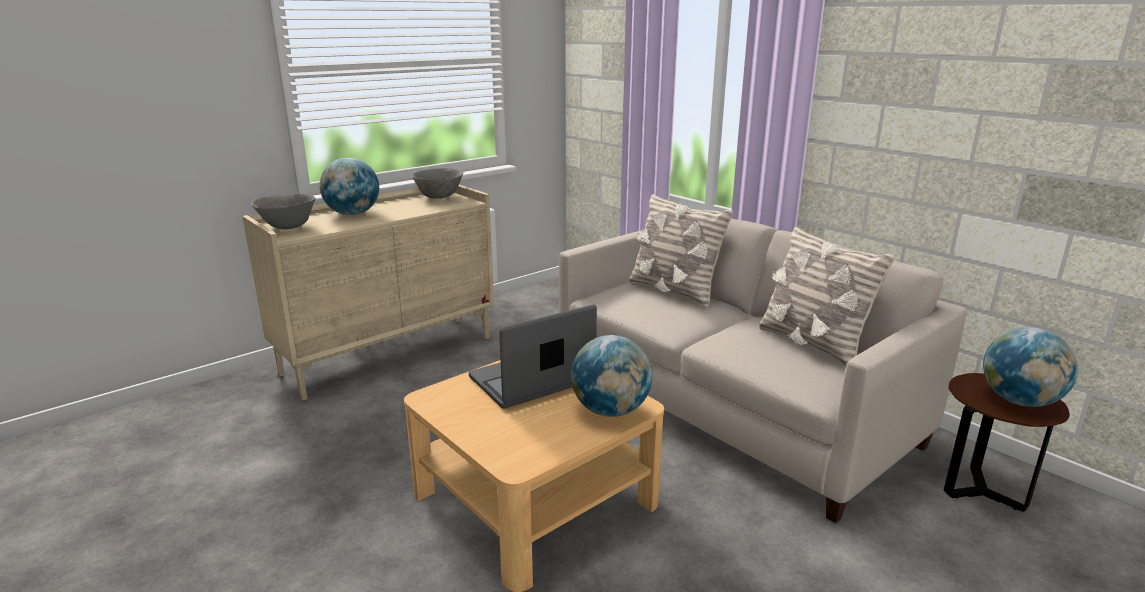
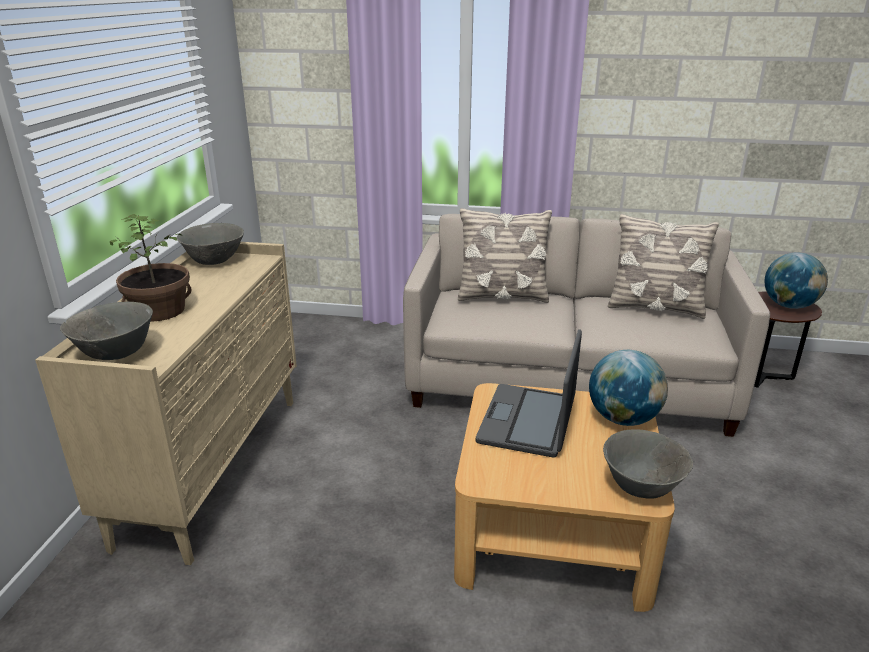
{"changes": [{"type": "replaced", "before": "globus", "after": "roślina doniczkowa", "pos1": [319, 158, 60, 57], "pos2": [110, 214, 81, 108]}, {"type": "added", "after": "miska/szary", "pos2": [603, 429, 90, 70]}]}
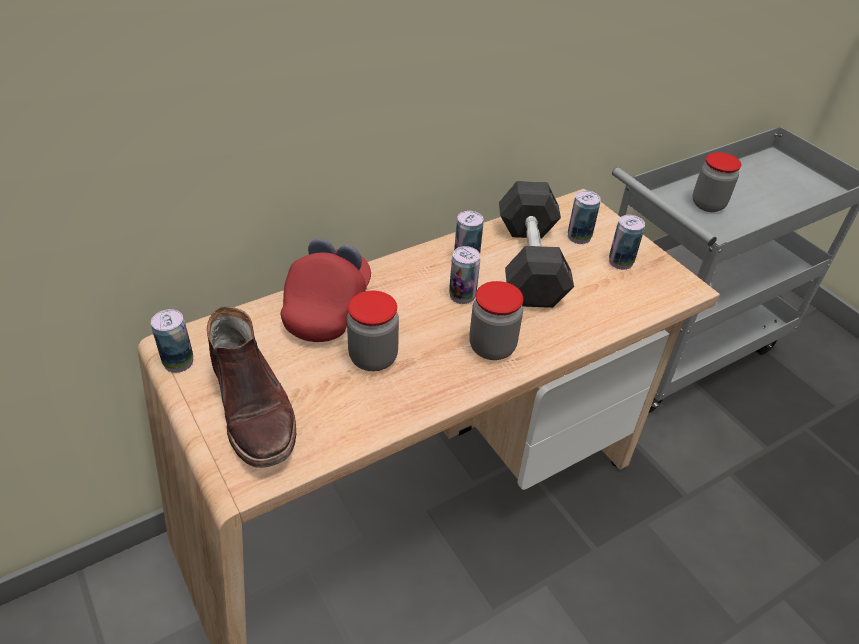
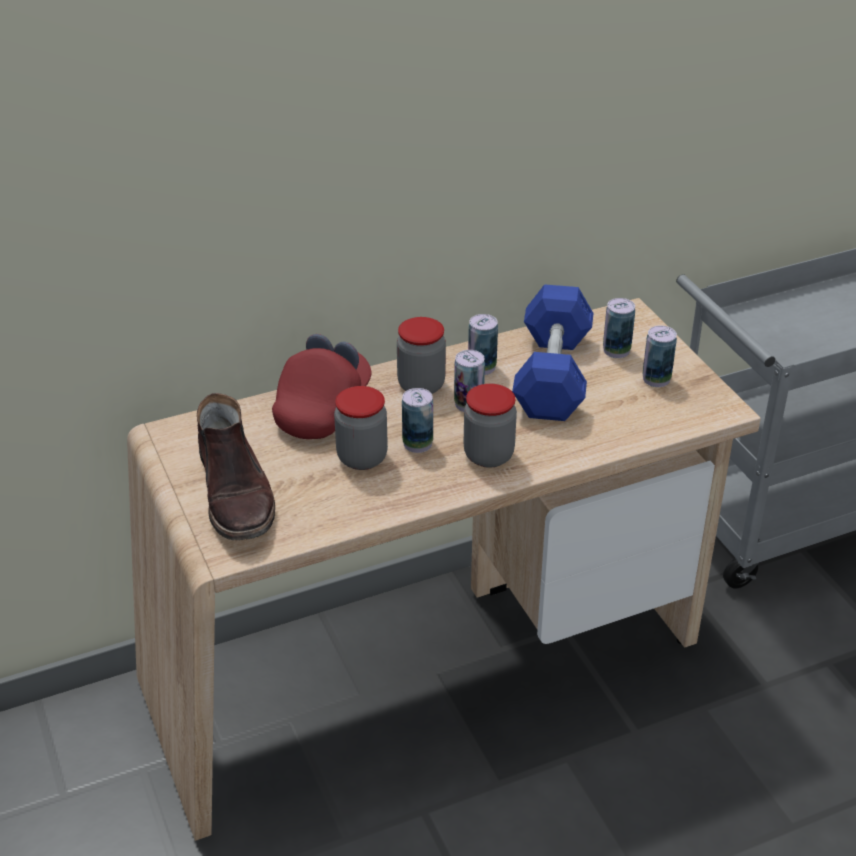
{"changes": [{"type": "moved", "before": "puszka", "pos1": [151, 309, 42, 64], "pos2": [402, 388, 31, 65]}, {"type": "recoloured", "before": "hantel/szary", "after": "hantel/niebieski", "pos1": [499, 181, 75, 127], "pos2": [512, 284, 81, 137]}, {"type": "moved", "before": "słoik", "pos1": [693, 152, 48, 60], "pos2": [397, 317, 49, 77]}]}
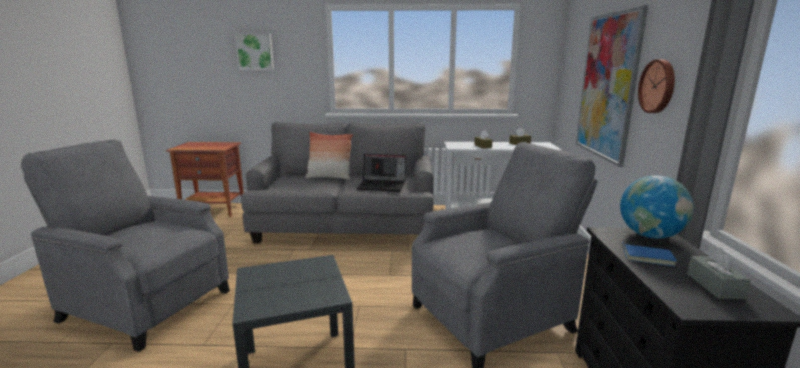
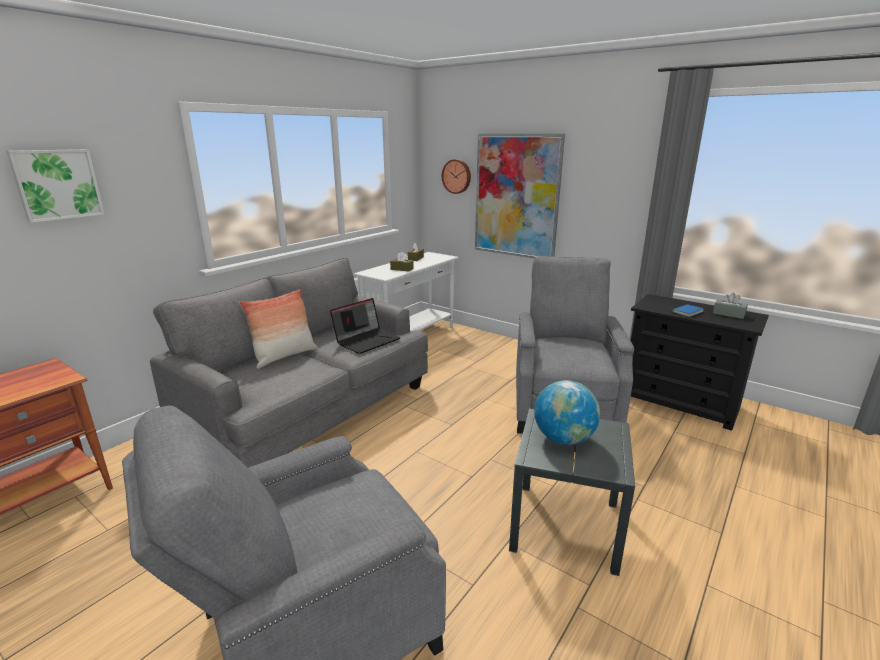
{"changes": [{"type": "moved", "before": "globus", "pos1": [620, 175, 74, 64], "pos2": [534, 380, 66, 65]}, {"type": "moved", "before": "zegar ścienny", "pos1": [638, 59, 37, 54], "pos2": [442, 159, 29, 35]}]}
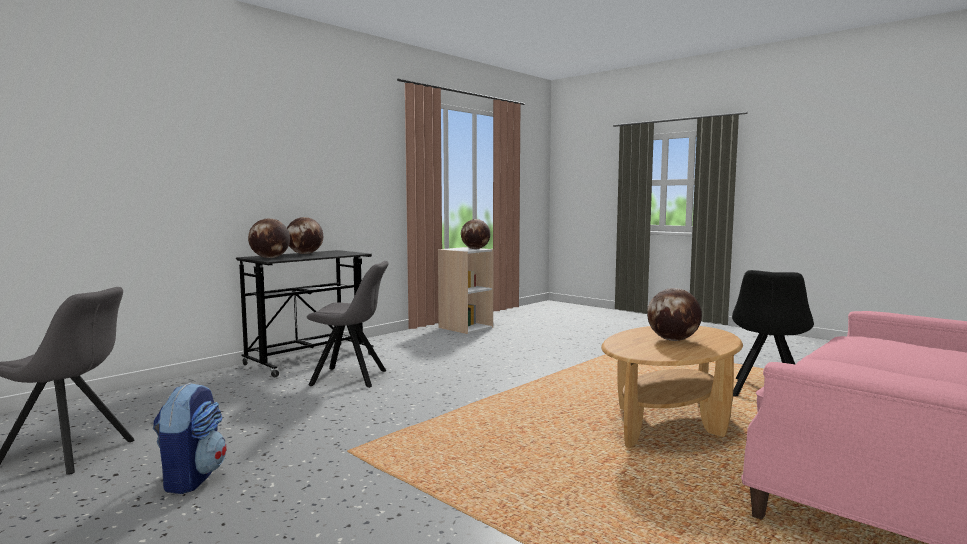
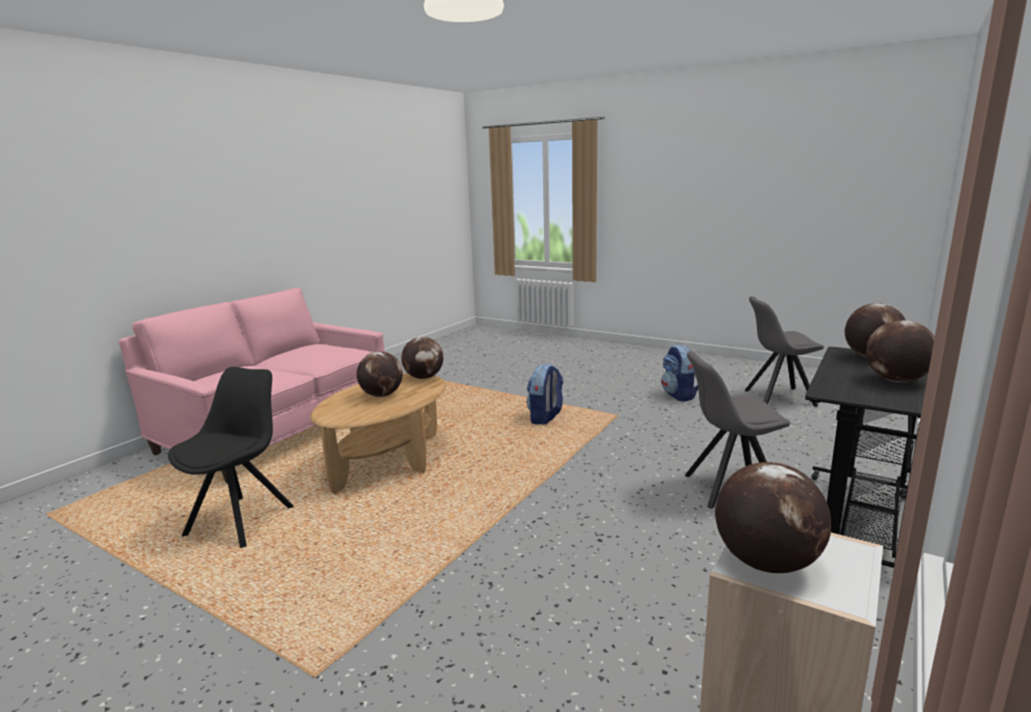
{"changes": [{"type": "added", "after": "globus", "pos2": [401, 337, 42, 42]}, {"type": "added", "after": "plecak", "pos2": [527, 363, 36, 62]}]}
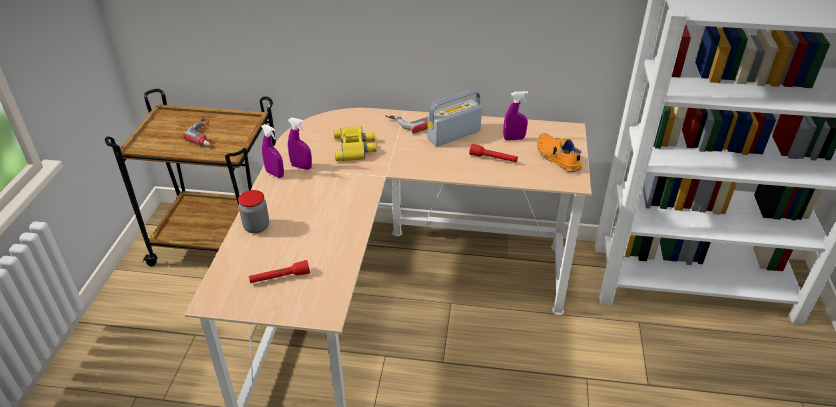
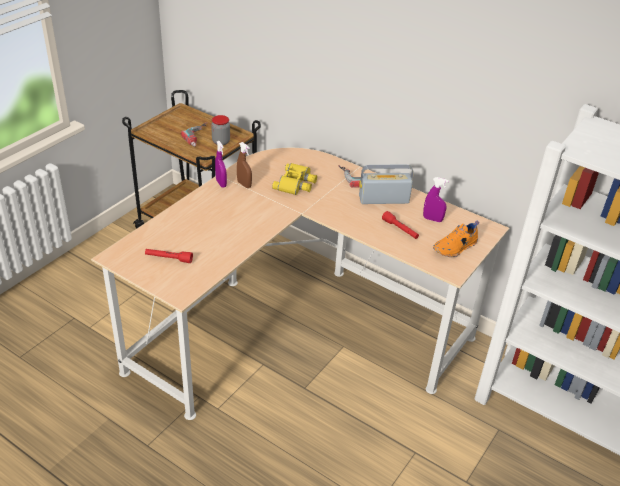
{"changes": [{"type": "moved", "before": "słoik", "pos1": [238, 190, 31, 44], "pos2": [211, 115, 19, 30]}, {"type": "recoloured", "before": "spryskiwacz/fioletowy", "after": "spryskiwacz/brązowy", "pos1": [288, 118, 24, 52], "pos2": [237, 142, 15, 46]}, {"type": "turned", "before": "but/pomarańczowy", "pos1": [537, 133, 45, 39], "pos2": [433, 221, 46, 36], "turn": -120}]}
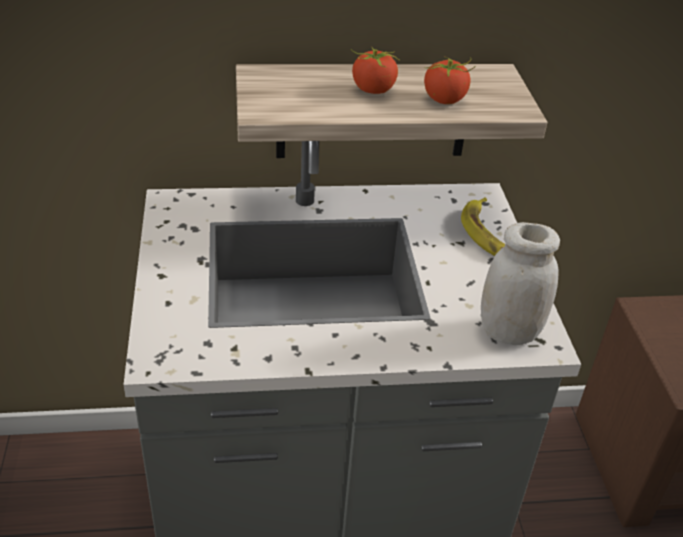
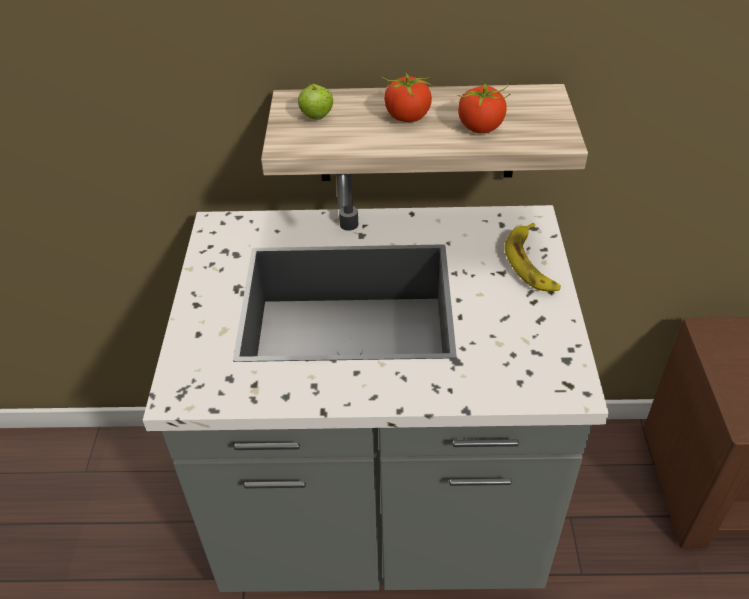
{"changes": [{"type": "removed", "before": "słoik/biały", "pos1": [481, 222, 79, 123]}, {"type": "added", "after": "jabłko", "pos2": [298, 84, 35, 36]}]}
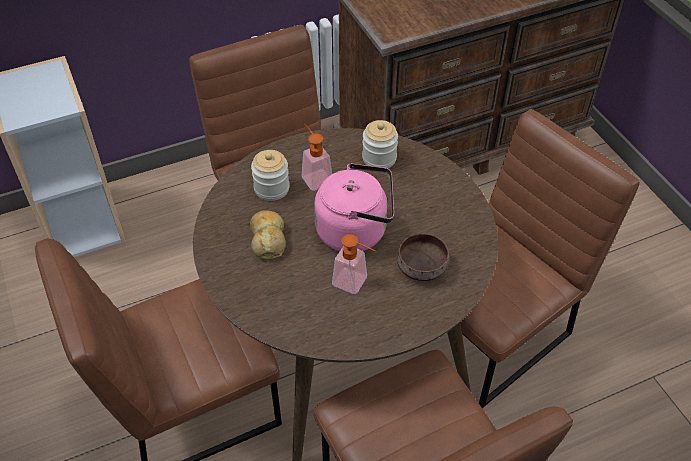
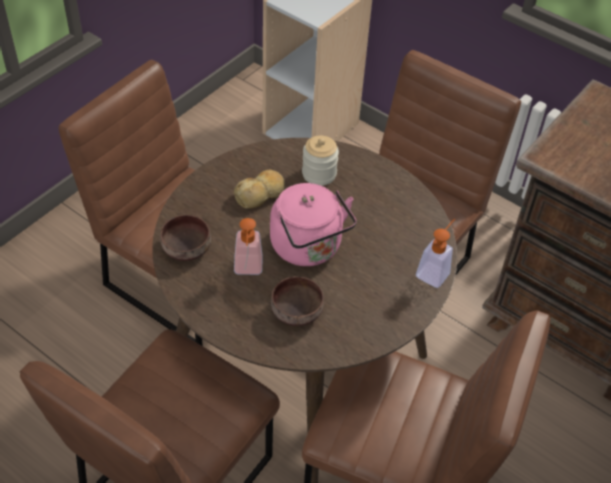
{"changes": [{"type": "moved", "before": "dozownik mydła", "pos1": [302, 124, 30, 67], "pos2": [416, 219, 39, 69]}, {"type": "removed", "before": "słoik", "pos1": [362, 120, 36, 48]}, {"type": "added", "after": "miska/brązowy", "pos2": [160, 215, 51, 46]}]}
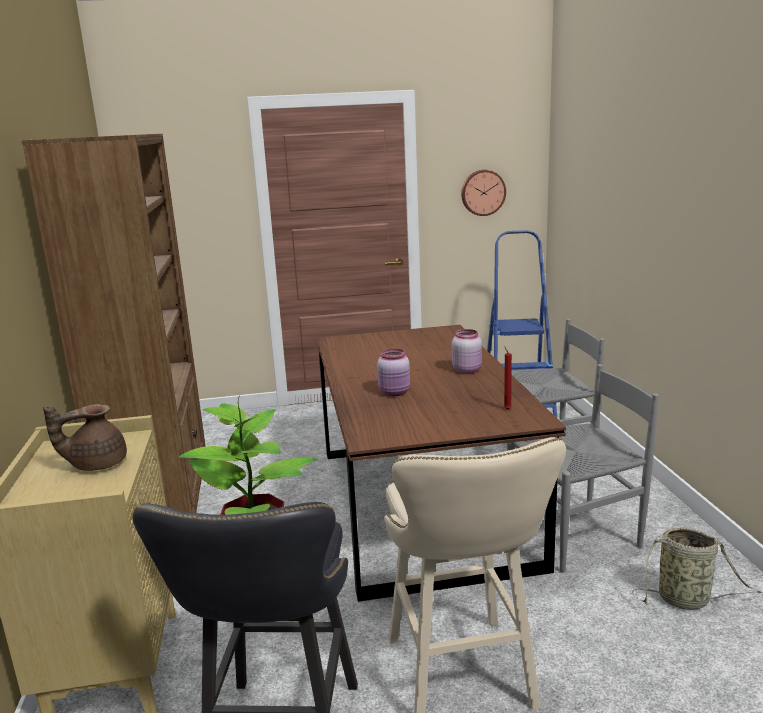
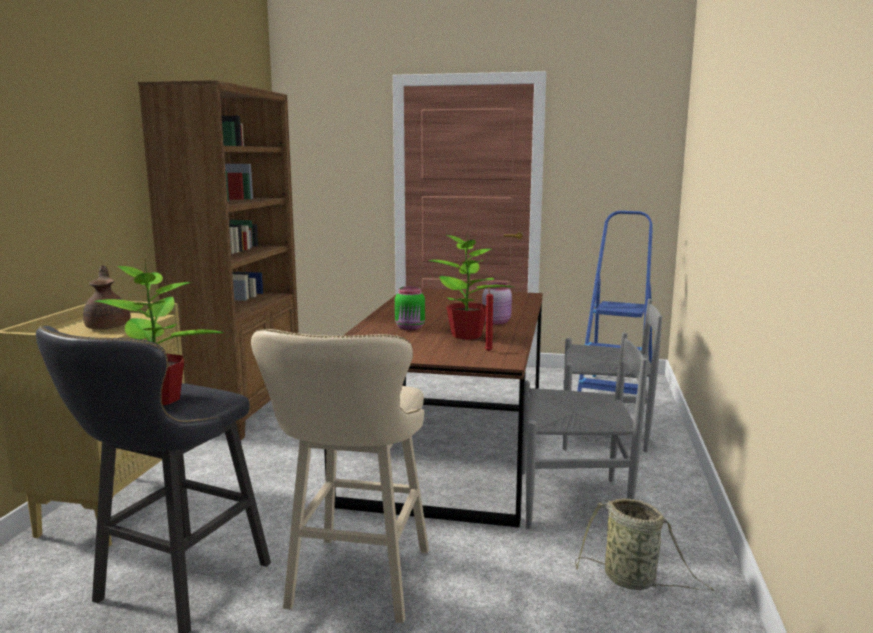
{"changes": [{"type": "turned", "before": "imbryk/brązowy", "pos1": [43, 404, 84, 67], "pos2": [83, 265, 48, 65], "turn": 75}, {"type": "recoloured", "before": "słoik/różowy", "after": "słoik/zielony", "pos1": [377, 349, 33, 47], "pos2": [395, 286, 30, 44]}, {"type": "removed", "before": "zegar ścienny", "pos1": [461, 170, 45, 46]}, {"type": "added", "after": "roślina doniczkowa", "pos2": [428, 231, 85, 109]}]}
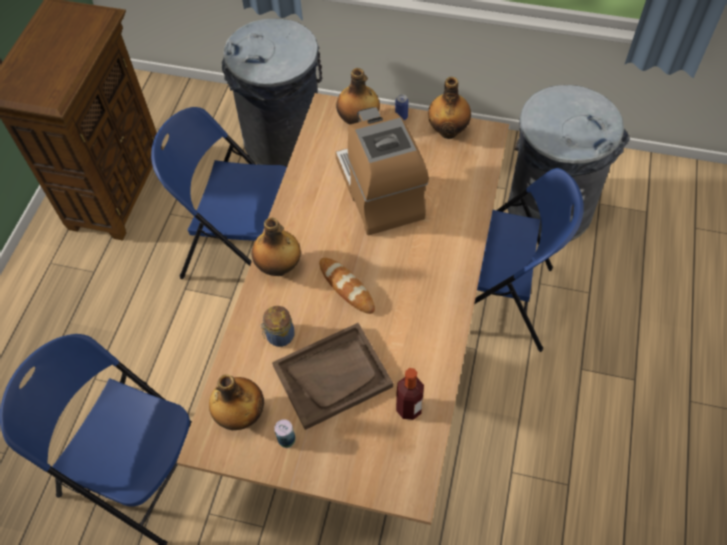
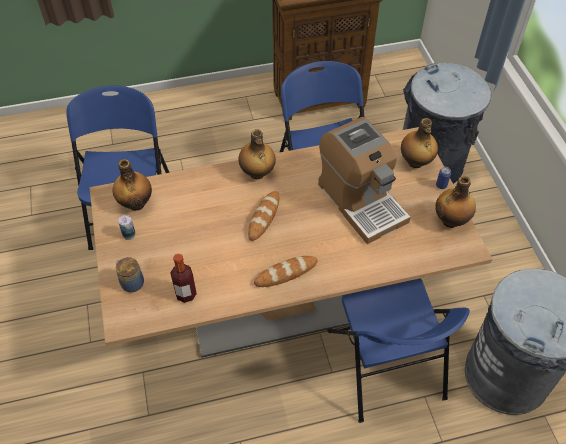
{"changes": [{"type": "moved", "before": "słoik", "pos1": [260, 306, 35, 41], "pos2": [116, 257, 28, 36]}, {"type": "removed", "before": "taca/brązowy", "pos1": [272, 323, 121, 107]}, {"type": "turned", "before": "ekspres do kawy", "pos1": [335, 107, 94, 128], "pos2": [318, 117, 93, 127], "turn": 105}, {"type": "added", "after": "chleb", "pos2": [254, 256, 64, 31]}]}
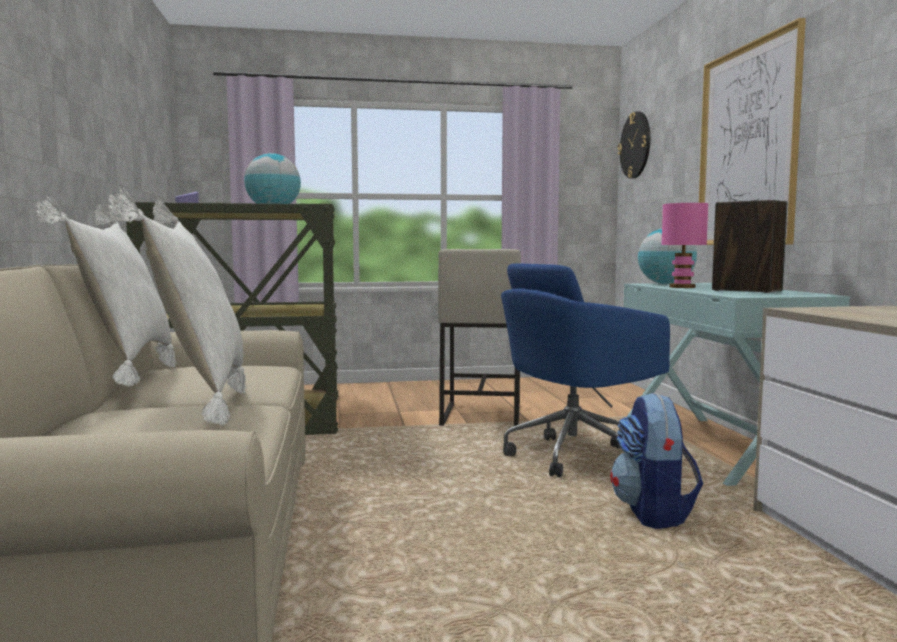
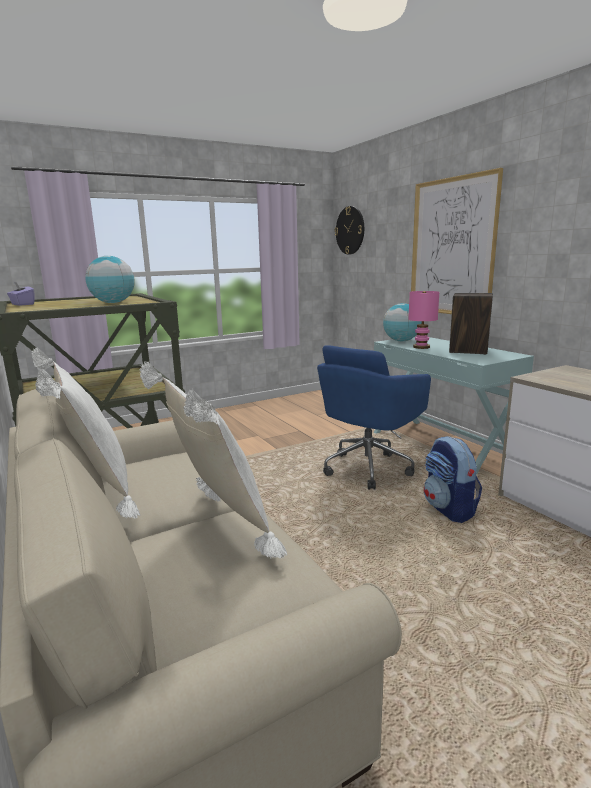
{"changes": [{"type": "removed", "before": "stołek/beżowy", "pos1": [438, 249, 83, 177]}]}
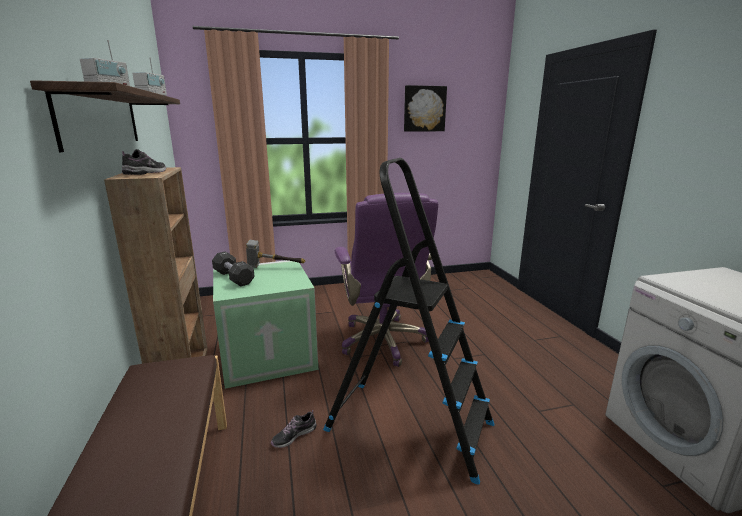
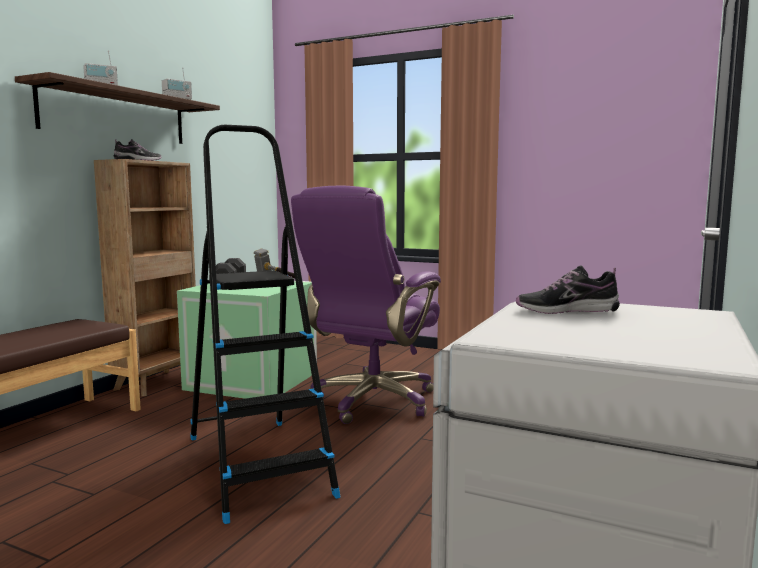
{"changes": [{"type": "moved", "before": "but", "pos1": [271, 410, 45, 38], "pos2": [516, 265, 104, 49]}, {"type": "removed", "before": "obraz", "pos1": [404, 85, 43, 47]}]}
